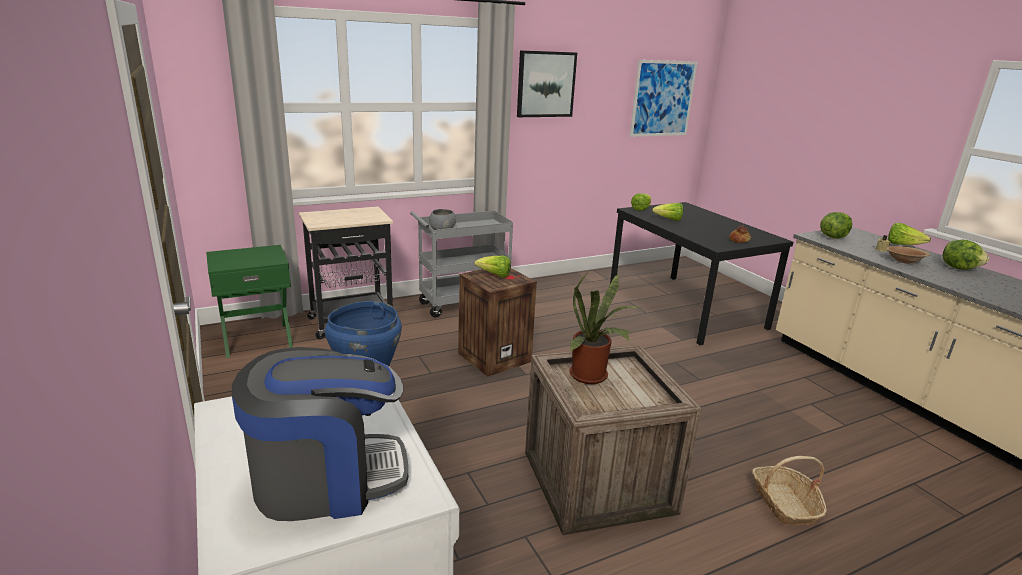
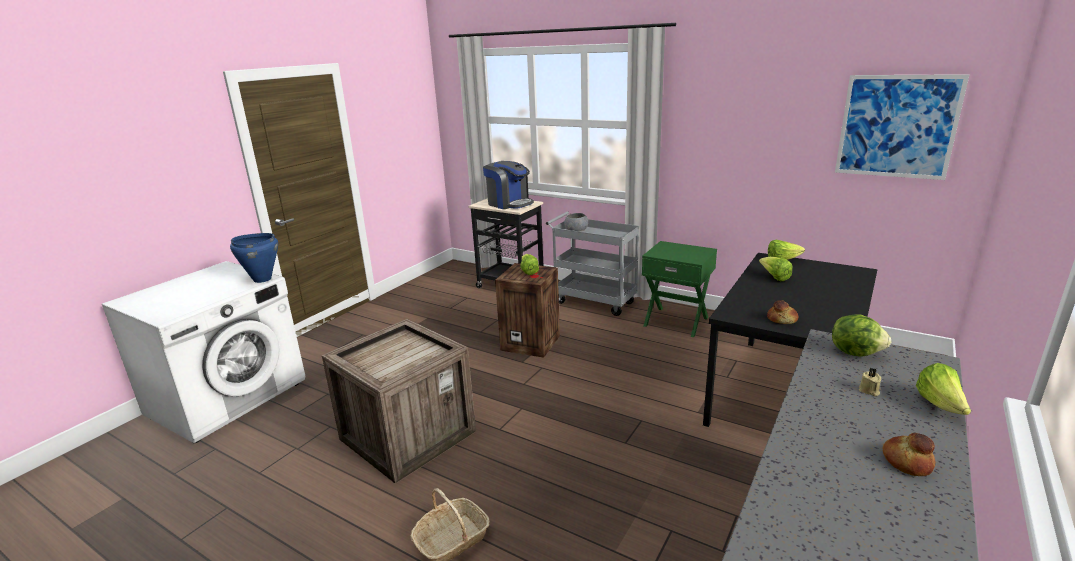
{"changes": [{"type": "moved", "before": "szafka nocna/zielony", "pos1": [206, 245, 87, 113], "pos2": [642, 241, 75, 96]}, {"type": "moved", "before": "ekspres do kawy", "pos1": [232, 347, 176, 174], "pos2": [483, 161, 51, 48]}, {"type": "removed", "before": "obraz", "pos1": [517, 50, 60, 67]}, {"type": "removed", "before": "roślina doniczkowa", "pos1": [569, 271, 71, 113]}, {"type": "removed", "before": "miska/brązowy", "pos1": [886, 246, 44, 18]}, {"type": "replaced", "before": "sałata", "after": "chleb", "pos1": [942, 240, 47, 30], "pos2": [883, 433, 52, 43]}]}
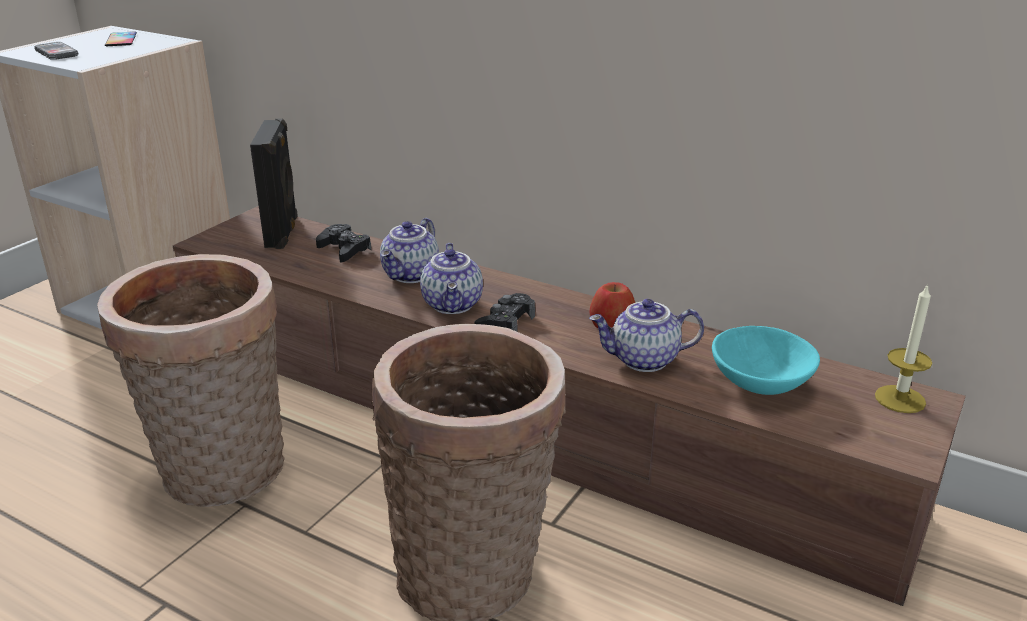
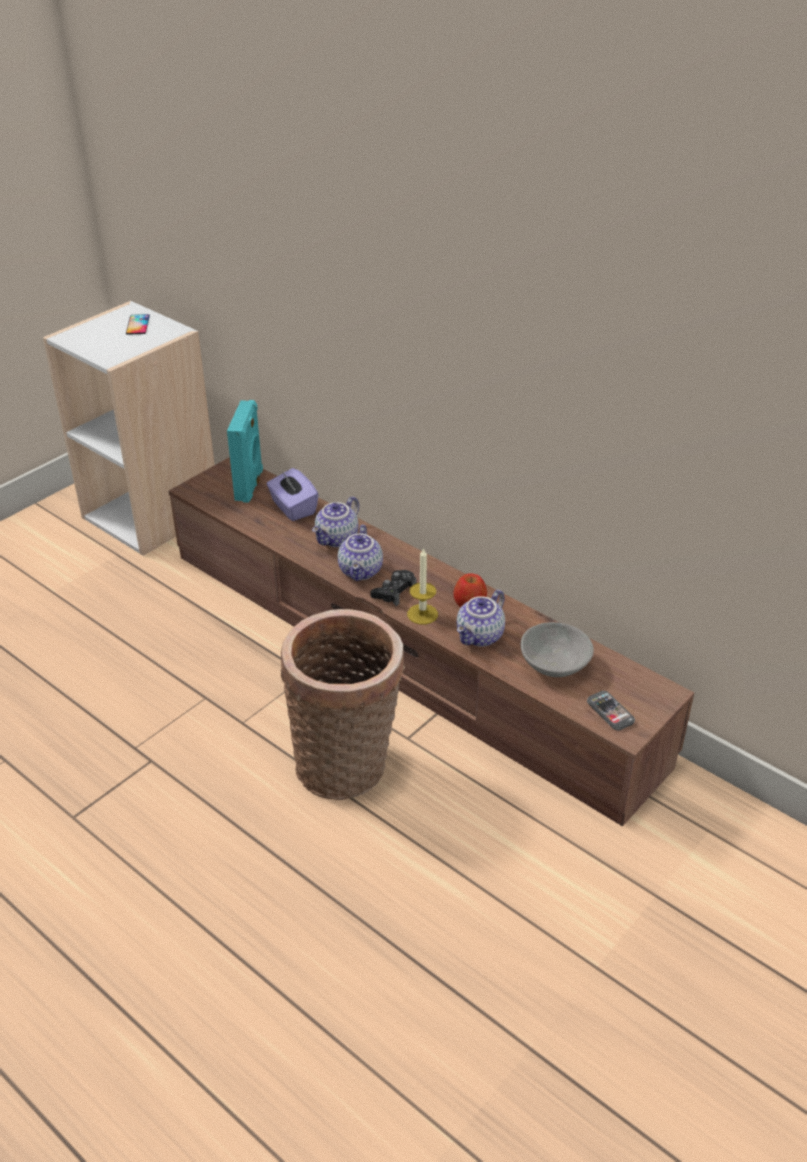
{"changes": [{"type": "moved", "before": "telefon", "pos1": [34, 42, 44, 18], "pos2": [587, 691, 48, 39]}, {"type": "removed", "before": "koszyk", "pos1": [97, 254, 188, 253]}, {"type": "recoloured", "before": "głośnik/czarny", "after": "głośnik/turkusowy", "pos1": [250, 118, 48, 131], "pos2": [227, 400, 36, 103]}, {"type": "replaced", "before": "pad do gier/czarny", "after": "pudełko chusteczek/fioletowy", "pos1": [316, 224, 55, 38], "pos2": [266, 468, 53, 53]}, {"type": "turned", "before": "imbryk", "pos1": [589, 299, 115, 73], "pos2": [456, 590, 49, 57], "turn": -60}, {"type": "recoloured", "before": "miska/turkusowy", "after": "miska/szary", "pos1": [712, 326, 108, 69], "pos2": [521, 622, 73, 55]}, {"type": "moved", "before": "świeca", "pos1": [875, 283, 57, 130], "pos2": [407, 547, 31, 77]}]}
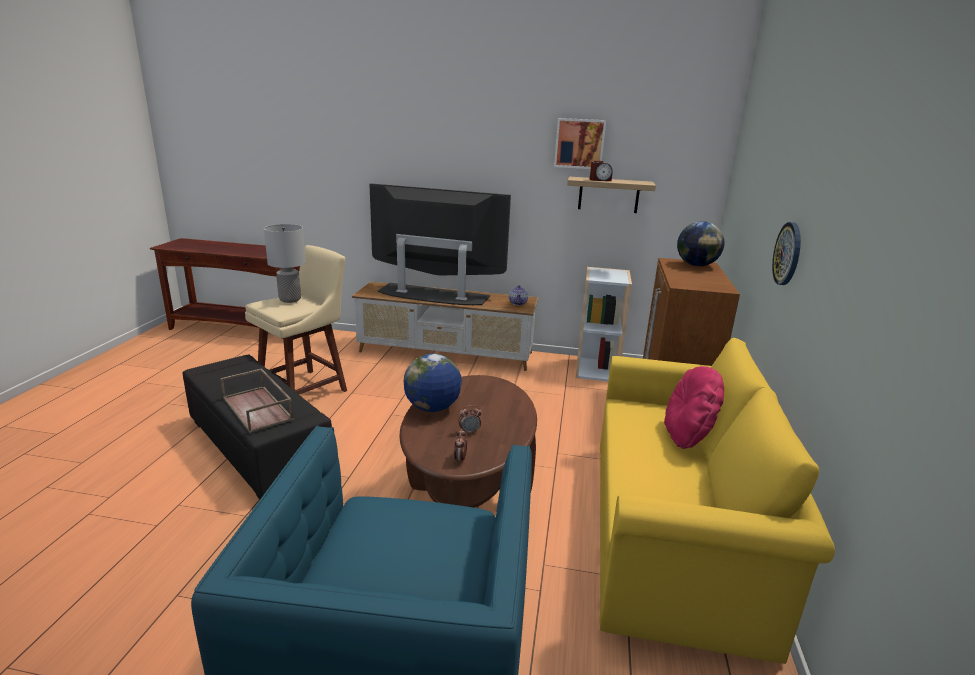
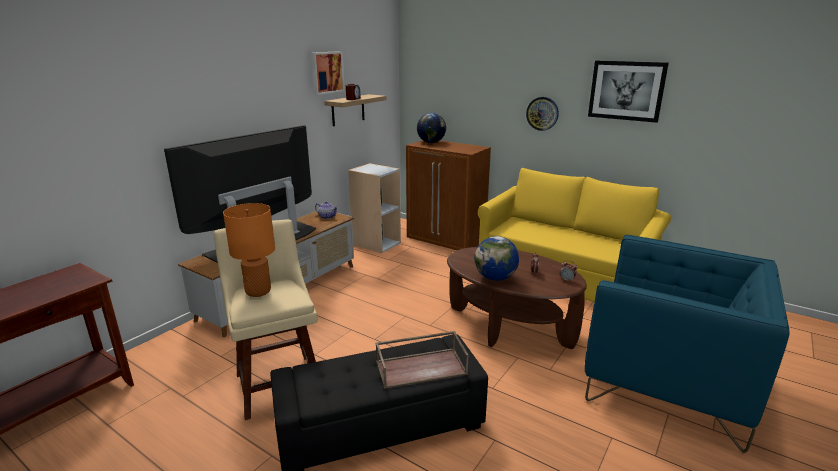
{"changes": [{"type": "recoloured", "before": "lampa stołowa/szary", "after": "lampa stołowa/pomarańczowy", "pos1": [264, 224, 42, 79], "pos2": [223, 203, 52, 94]}, {"type": "removed", "before": "poduszka/różowy", "pos1": [664, 366, 60, 83]}, {"type": "added", "after": "obraz", "pos2": [588, 61, 81, 62]}]}
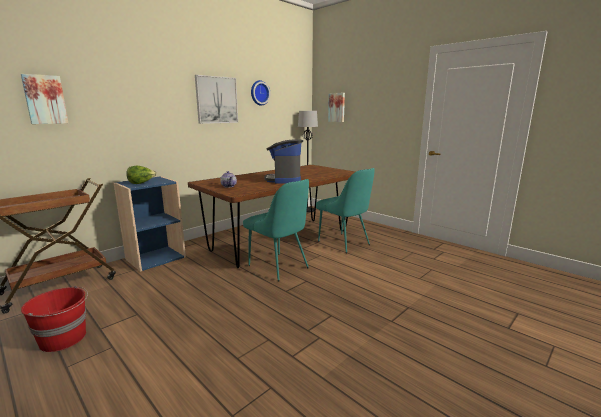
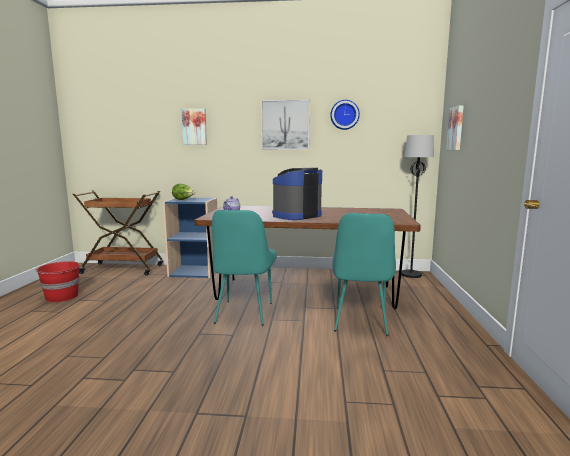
{"changes": [{"type": "moved", "before": "obraz", "pos1": [21, 74, 47, 50], "pos2": [182, 108, 25, 37]}]}
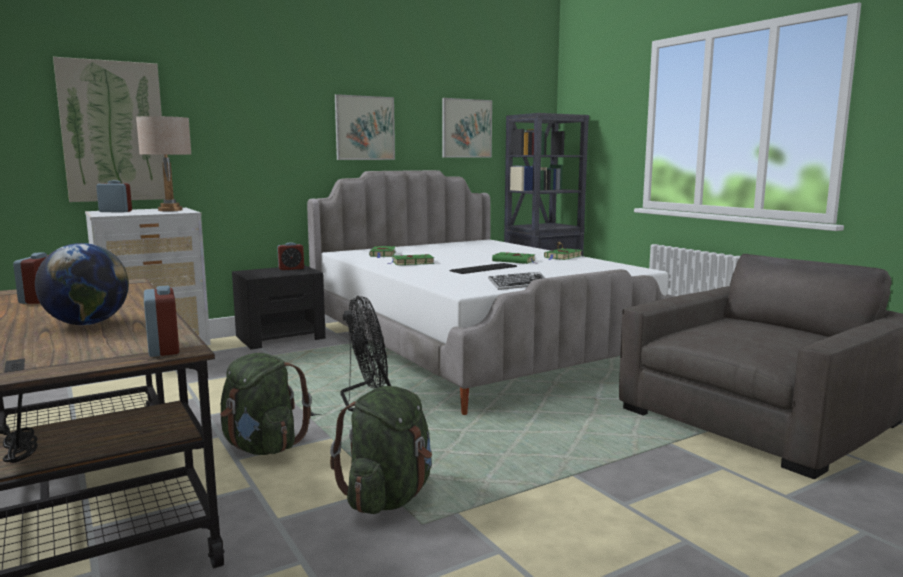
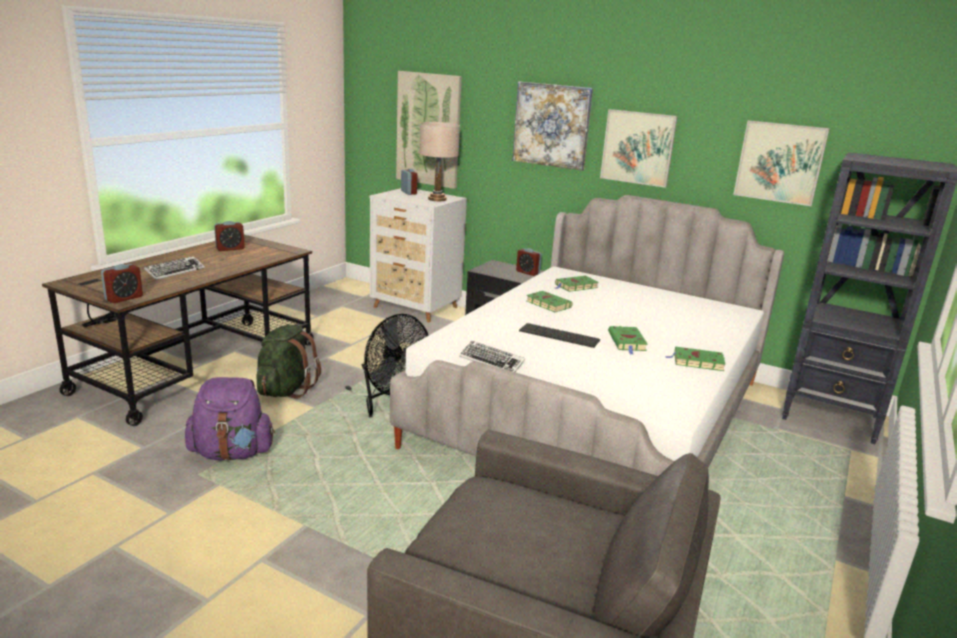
{"changes": [{"type": "replaced", "before": "globus", "after": "klawiatura", "pos1": [35, 243, 94, 82], "pos2": [144, 256, 61, 24]}, {"type": "recoloured", "before": "plecak/zielony", "after": "plecak/fioletowy", "pos1": [330, 386, 102, 128], "pos2": [185, 377, 90, 84]}, {"type": "added", "after": "obraz", "pos2": [512, 82, 81, 89]}]}
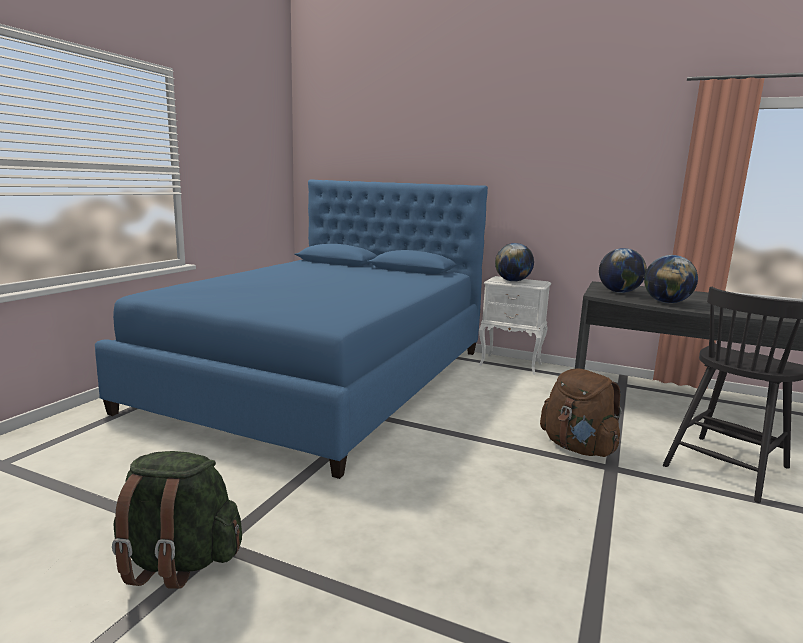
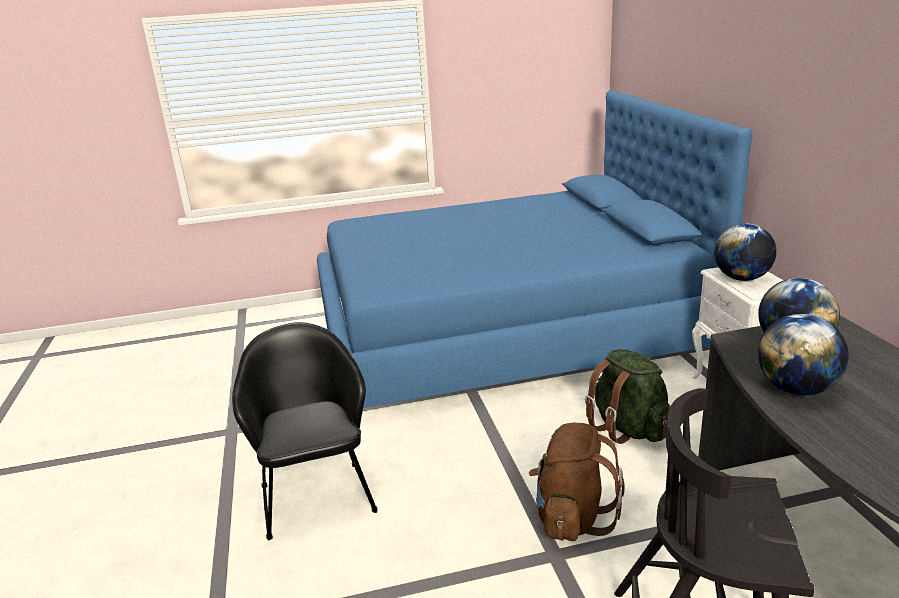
{"changes": [{"type": "moved", "before": "plecak/zielony", "pos1": [112, 451, 130, 138], "pos2": [585, 349, 85, 95]}, {"type": "added", "after": "fotel/czarny", "pos2": [232, 322, 145, 218]}]}
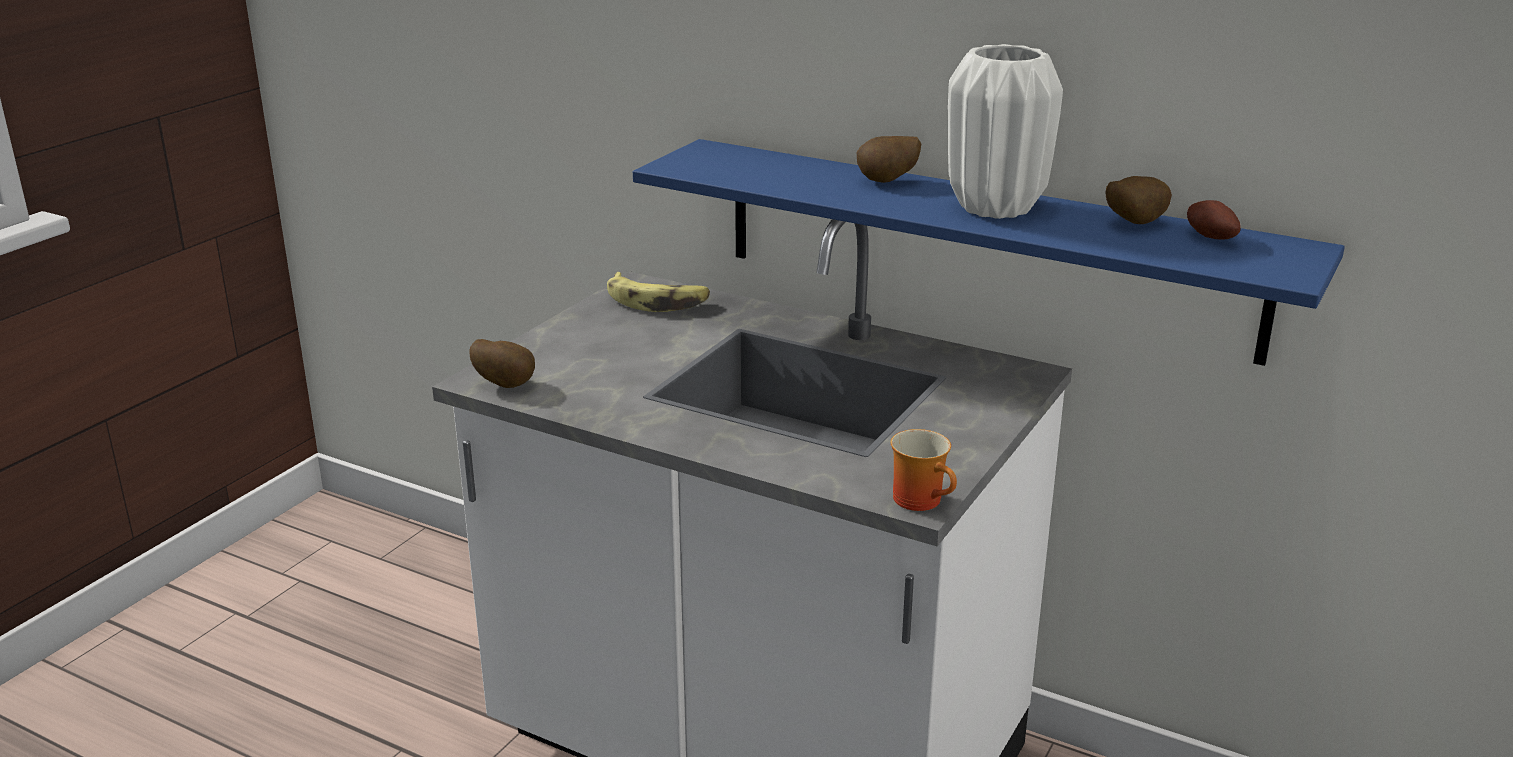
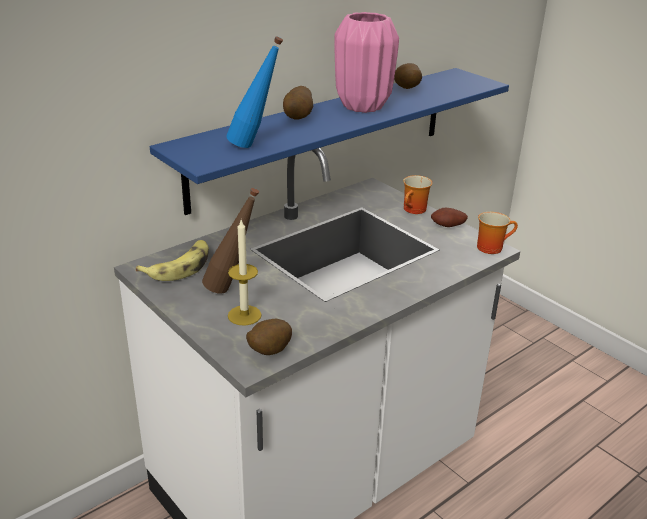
{"changes": [{"type": "recoloured", "before": "wazon/biały", "after": "wazon/różowy", "pos1": [948, 44, 115, 175], "pos2": [334, 12, 65, 101]}, {"type": "moved", "before": "ziemniak", "pos1": [1187, 200, 54, 39], "pos2": [431, 208, 37, 19]}, {"type": "added", "after": "butelka/brązowy", "pos2": [202, 188, 57, 106]}, {"type": "added", "after": "butelka/niebieski", "pos2": [226, 36, 57, 112]}, {"type": "added", "after": "świeca", "pos2": [228, 220, 34, 106]}, {"type": "added", "after": "kubek", "pos2": [403, 175, 29, 39]}]}
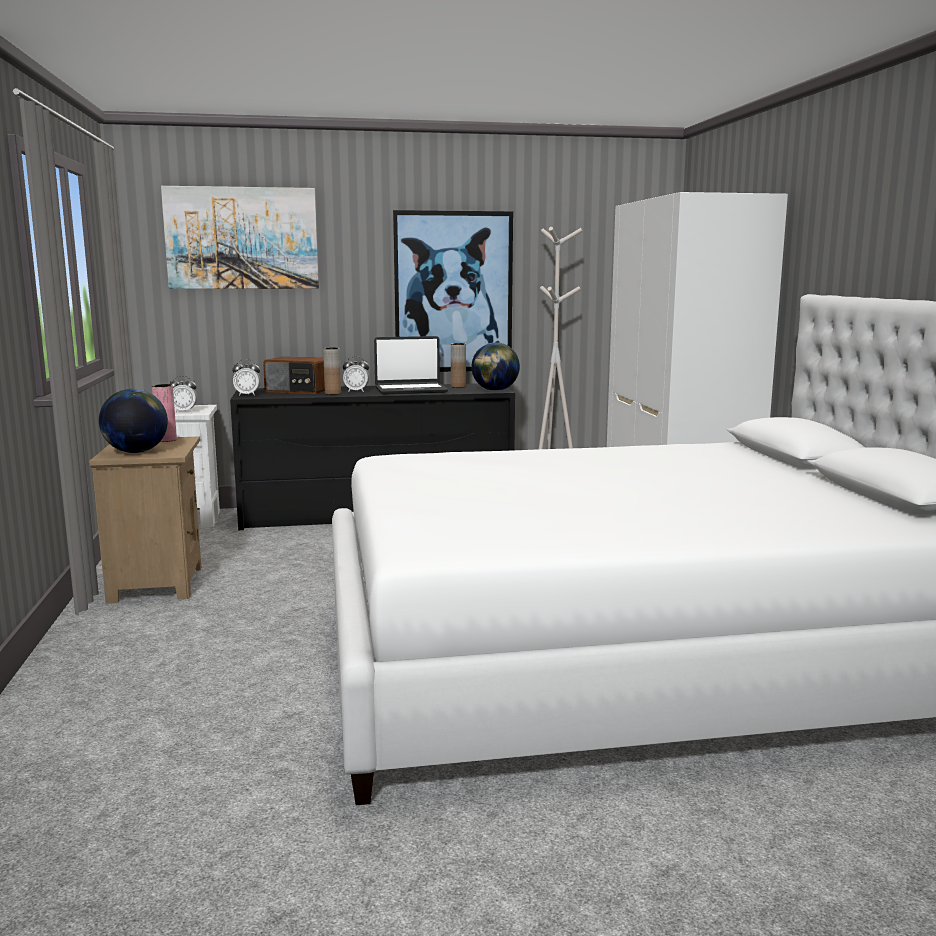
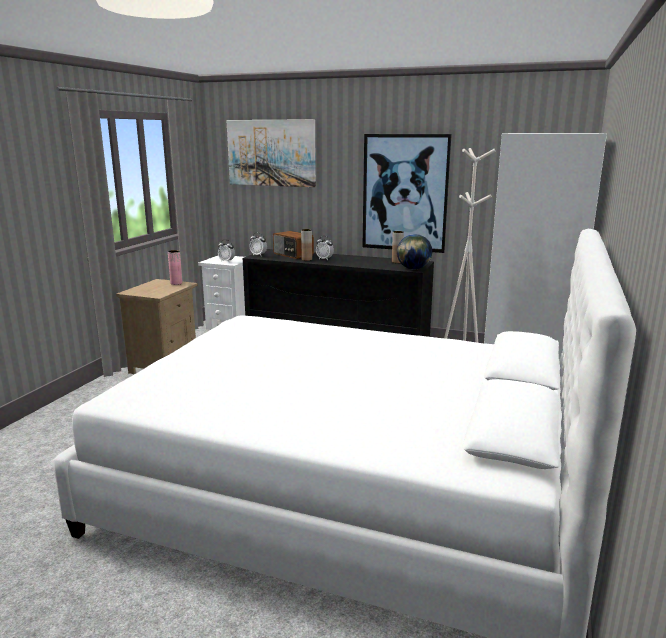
{"changes": [{"type": "removed", "before": "globus", "pos1": [99, 389, 69, 64]}, {"type": "removed", "before": "laptop", "pos1": [374, 336, 74, 58]}]}
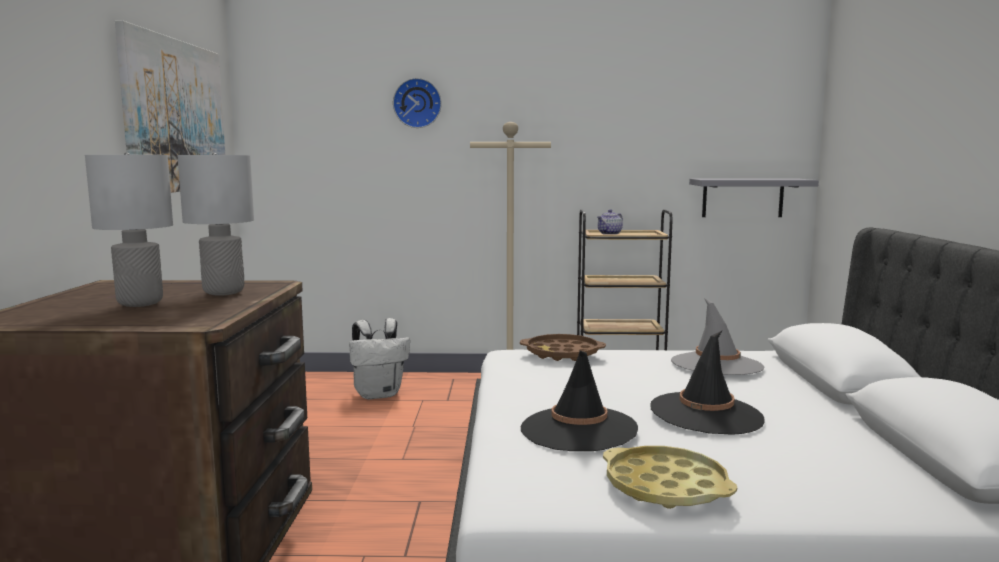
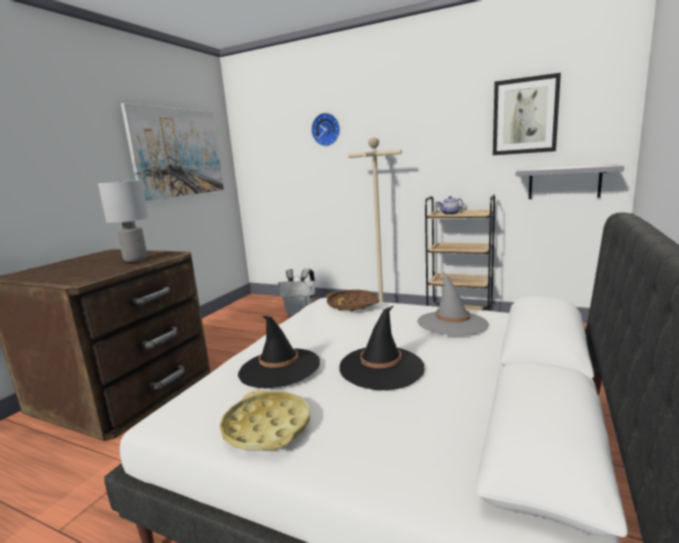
{"changes": [{"type": "removed", "before": "lampa stołowa/szary", "pos1": [85, 153, 88, 154]}, {"type": "added", "after": "obraz", "pos2": [493, 73, 68, 82]}]}
